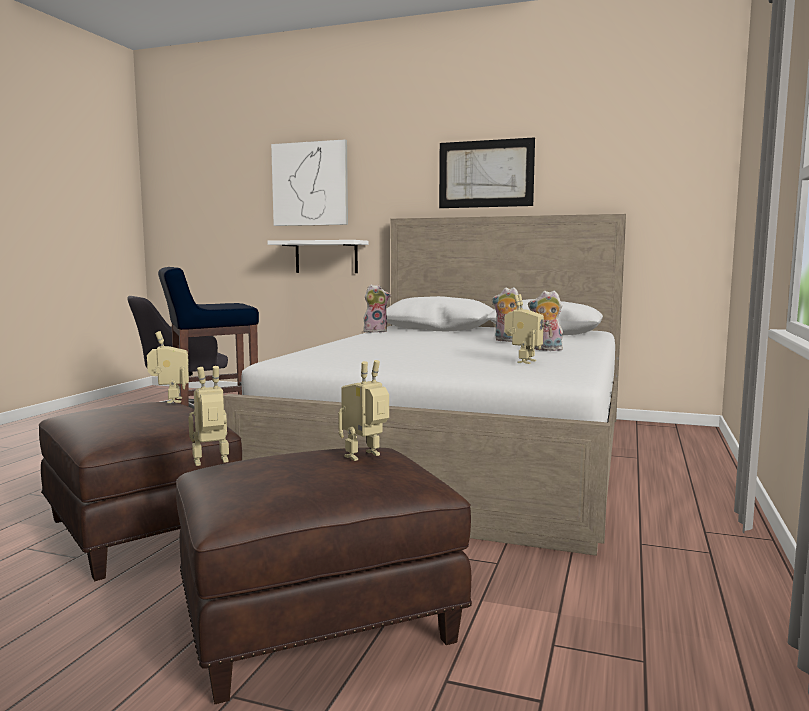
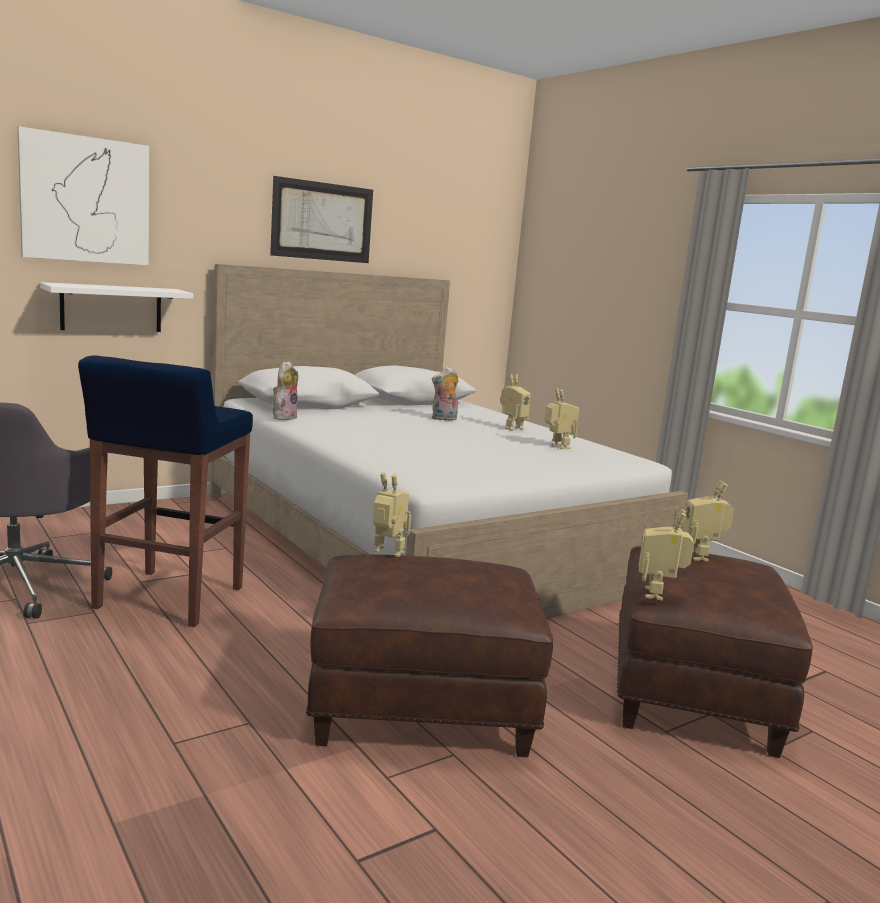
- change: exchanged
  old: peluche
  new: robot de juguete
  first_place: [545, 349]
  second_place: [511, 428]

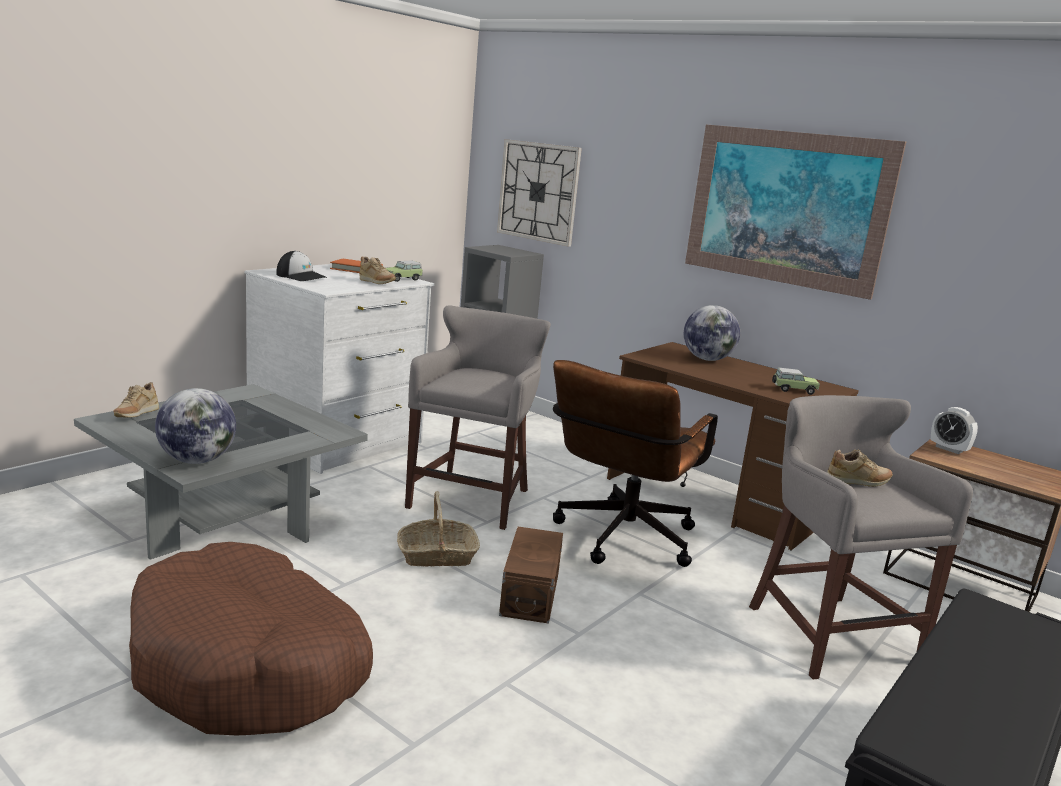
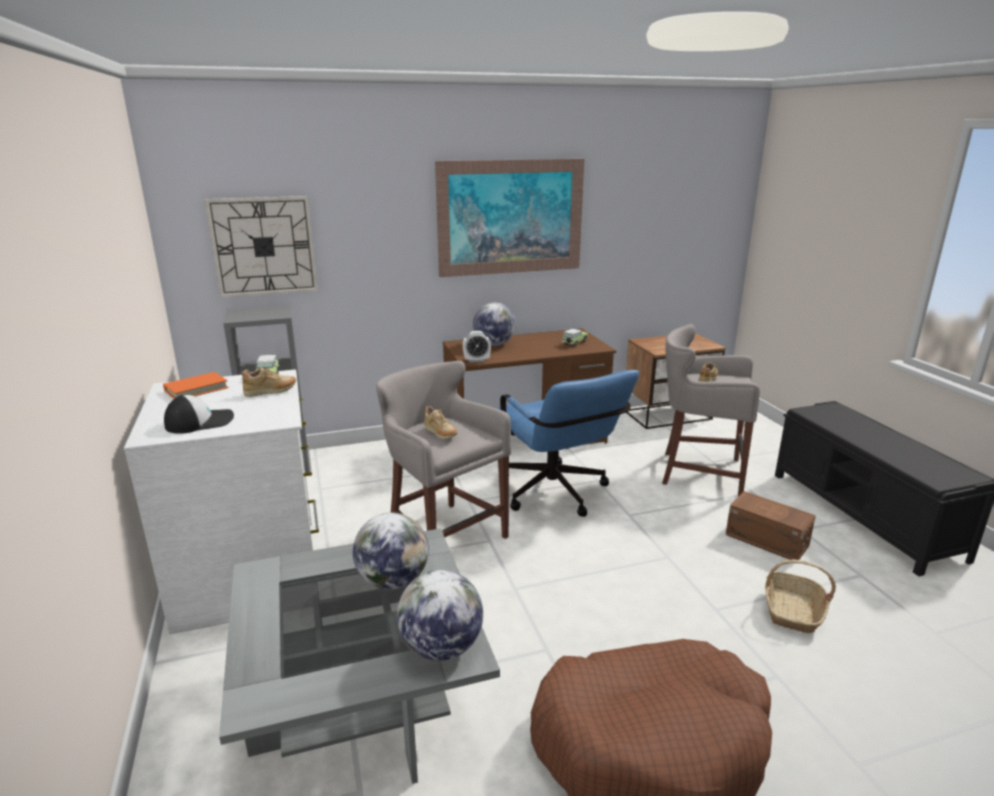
- change: relocated
  old: zapato [beis]
  first_place: [135, 415]
  second_place: [440, 434]
- change: relocated
  old: cesta
  first_place: [437, 555]
  second_place: [792, 611]
- change: relocated
  old: caja de almacenaje [marrón]
  first_place: [528, 594]
  second_place: [767, 541]
- change: colour
  old: silla de oficina [marrón]
  new: silla de oficina [azul]
  first_place: [620, 541]
  second_place: [557, 495]
- change: relocated
  old: despertador
  first_place: [949, 449]
  second_place: [476, 360]
- change: appeared
  new: globo terráqueo
  second_place: [393, 581]

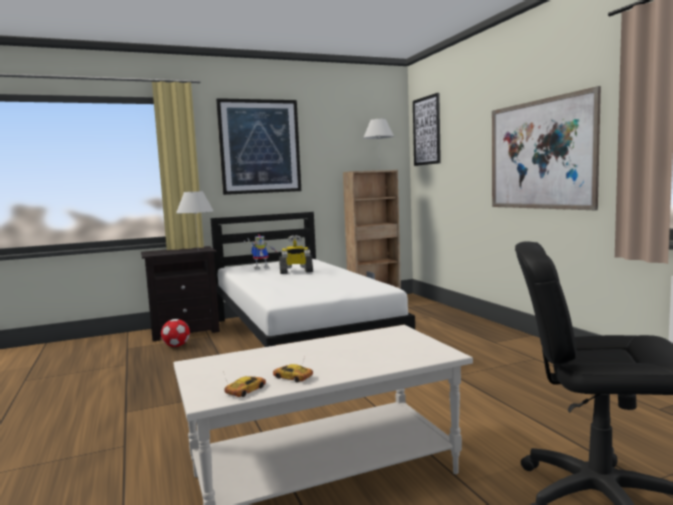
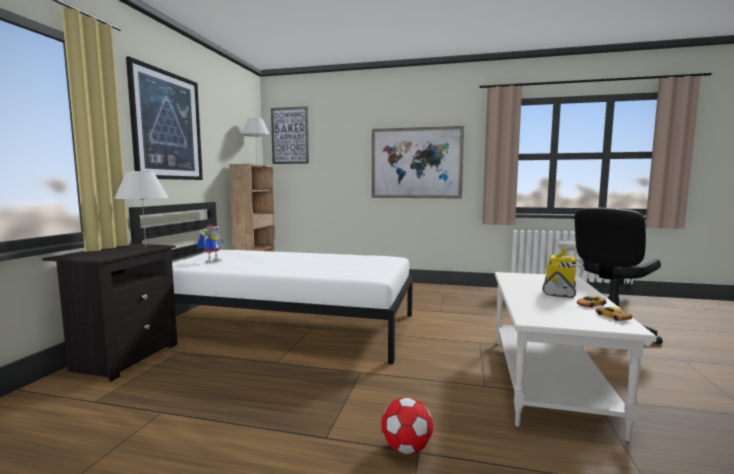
- change: relocated
  old: balón de fútbol
  first_place: [176, 346]
  second_place: [406, 448]
- change: relocated
  old: robot de juguete
  first_place: [296, 272]
  second_place: [560, 291]

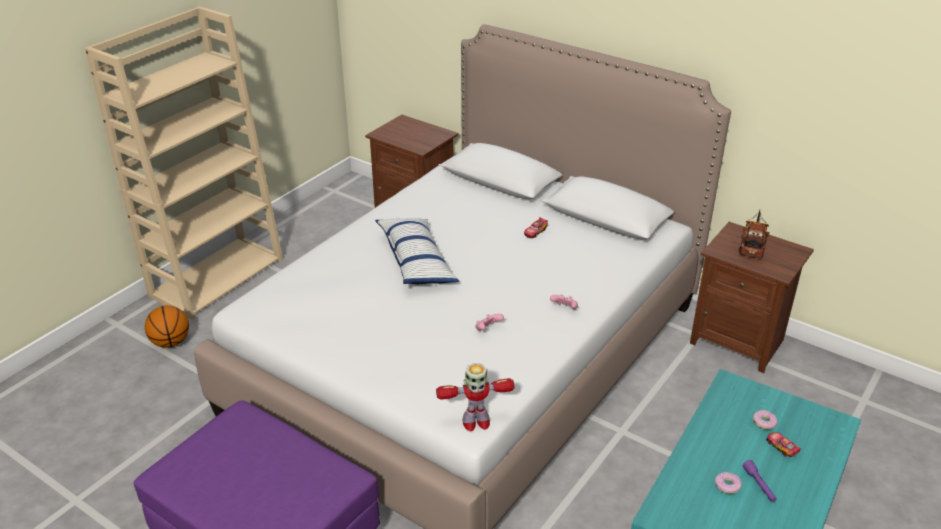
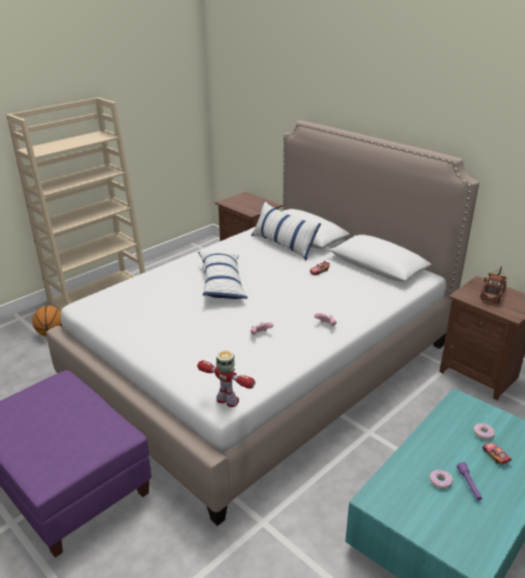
- change: spun
  old: robot de juguete
  first_place: [475, 422]
  second_place: [228, 401]
  degrees: -150
- change: appeared
  new: cojín
  second_place: [283, 245]

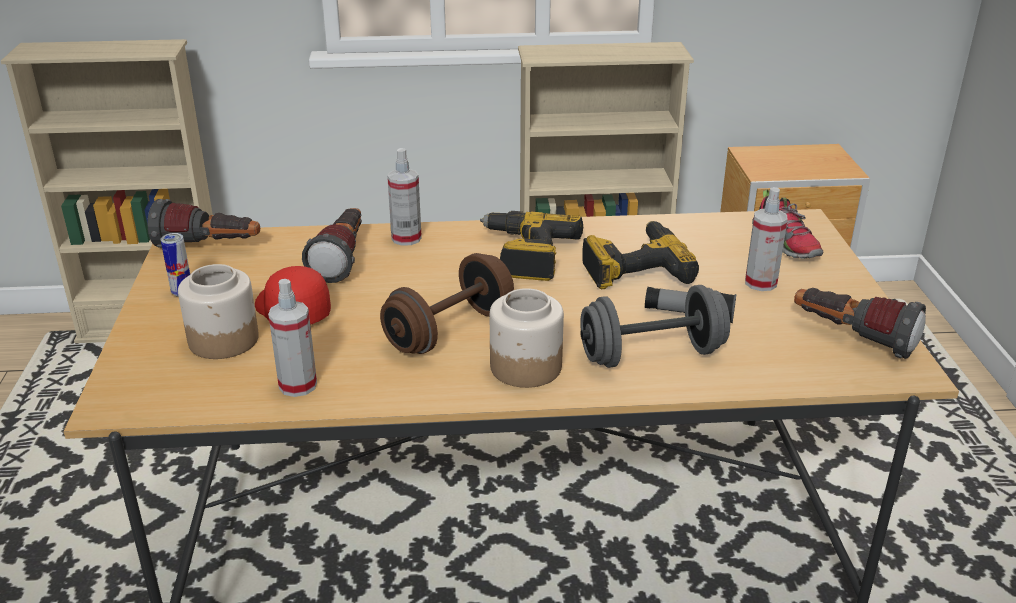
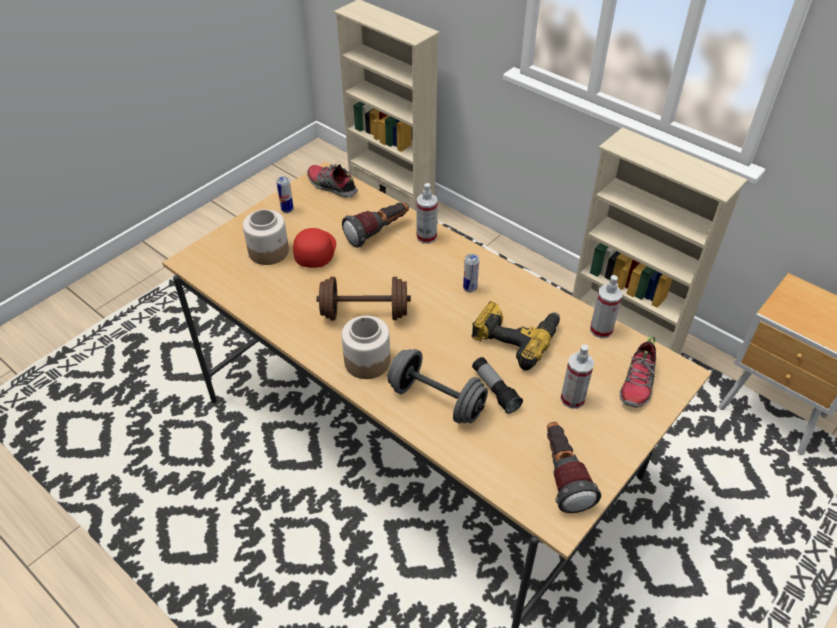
- change: exchanged
  old: linterna
  new: zapato
  first_place: [209, 247]
  second_place: [331, 186]
- change: relocated
  old: pulverizador
  first_place: [298, 385]
  second_place: [601, 330]
- change: exchanged
  old: taladro
  new: lata
  first_place: [525, 255]
  second_place: [470, 288]

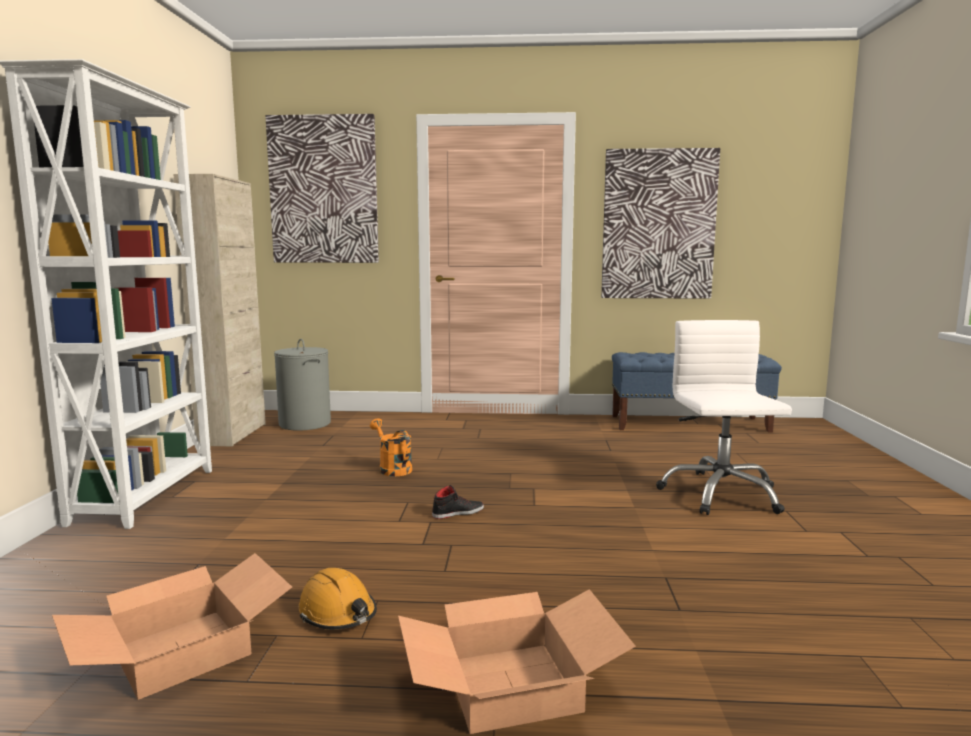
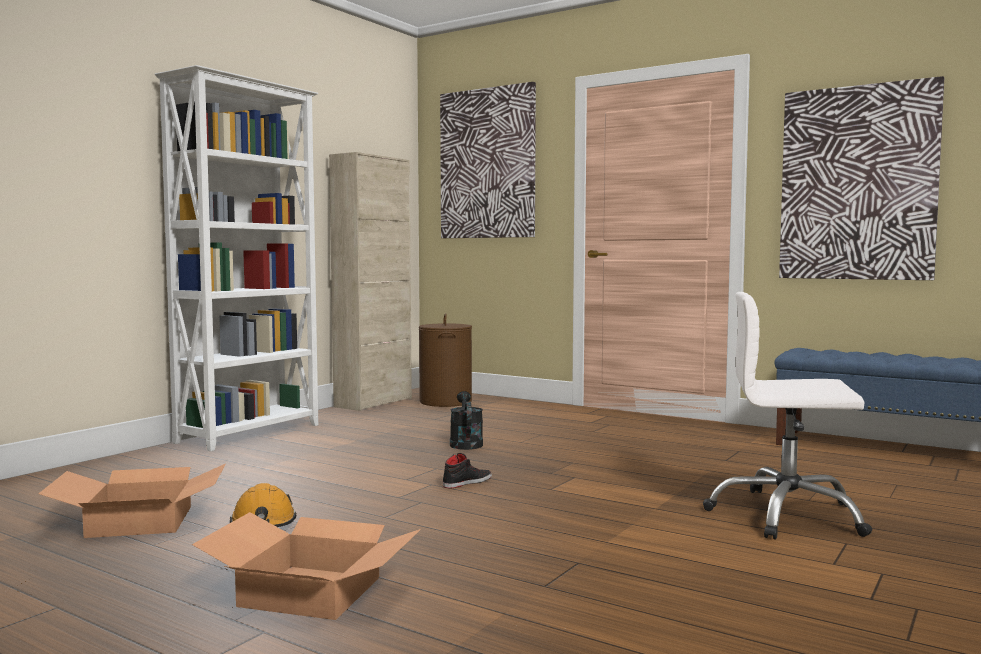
- change: colour
  old: cesto de la ropa [gris]
  new: cesto de la ropa [marrón]
  first_place: [304, 423]
  second_place: [445, 402]
- change: colour
  old: regadera [naranja]
  new: regadera [negro]
  first_place: [392, 468]
  second_place: [465, 443]
- change: spun
  old: zapato [negro]
  first_place: [457, 513]
  second_place: [467, 482]
  degrees: -45
- change: spun
  old: silla de oficina [blanco]
  first_place: [720, 494]
  second_place: [786, 515]
  degrees: -105

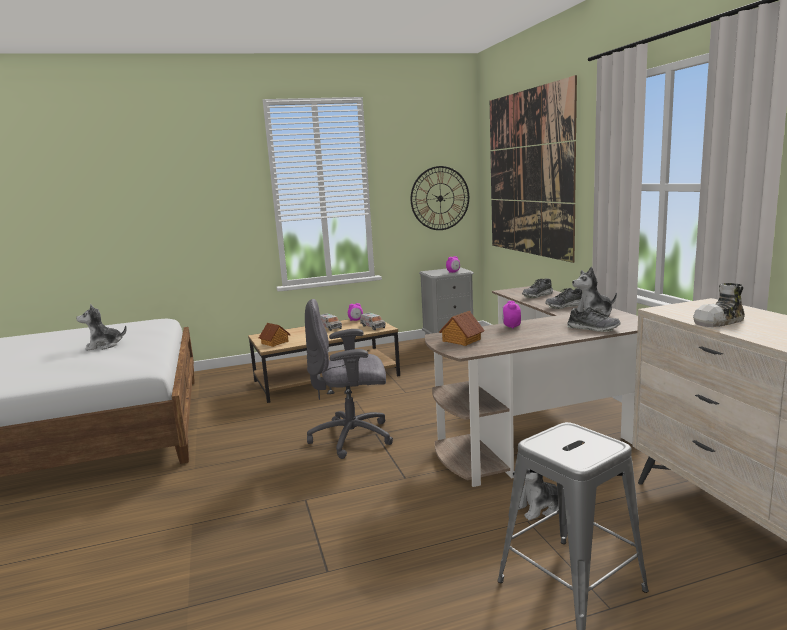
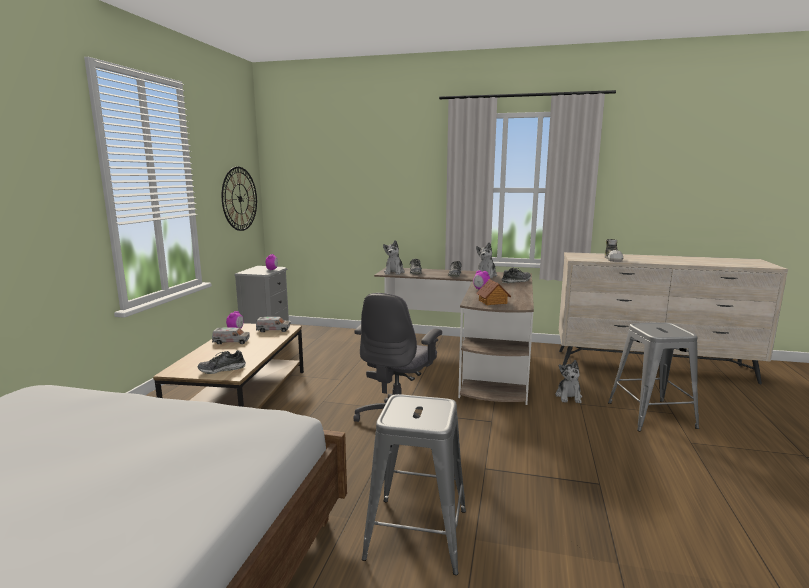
- change: relocated
  old: peluche
  first_place: [103, 346]
  second_place: [394, 272]
- change: exchanged
  old: casita
  new: zapato
  first_place: [275, 342]
  second_place: [222, 369]
- change: missing
  old: cuadro
  first_place: [528, 173]
- change: appeared
  new: taburete [gris]
  second_place: [417, 534]

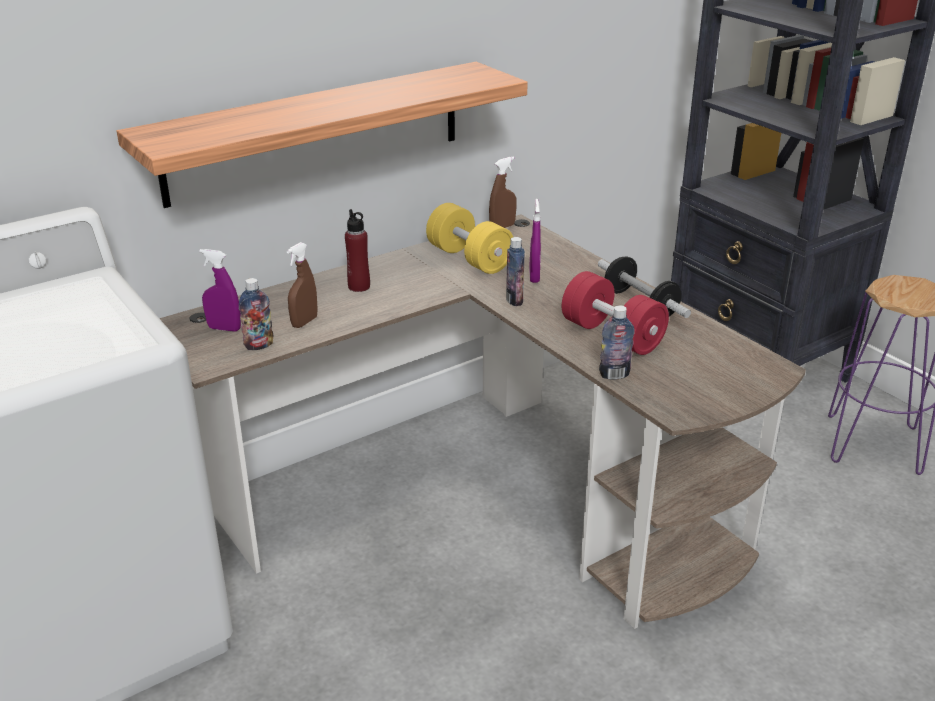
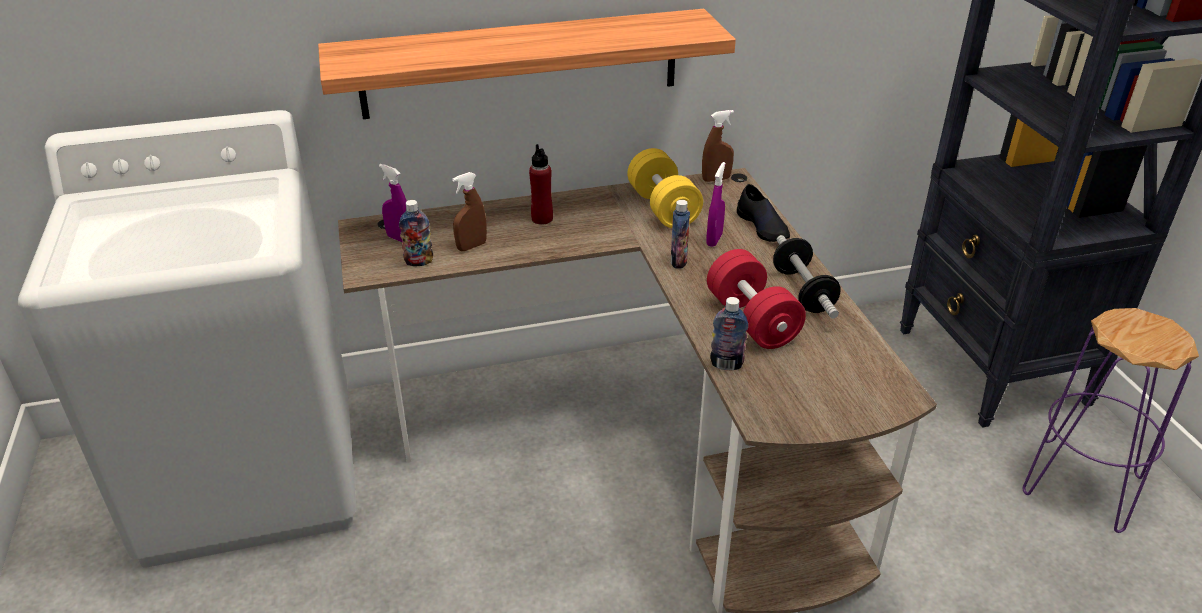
- change: appeared
  new: zapato [negro]
  second_place: [763, 226]

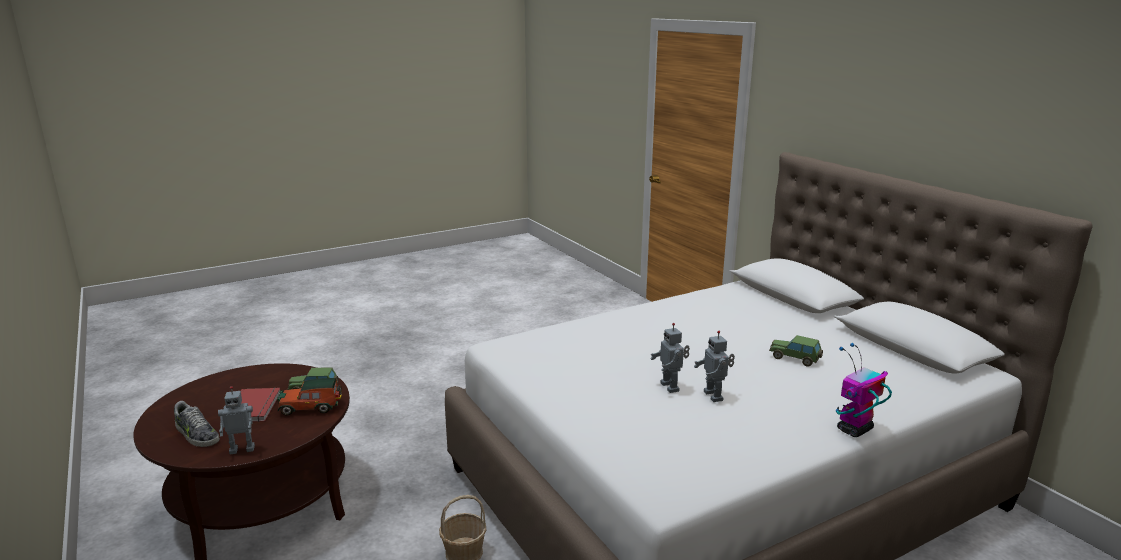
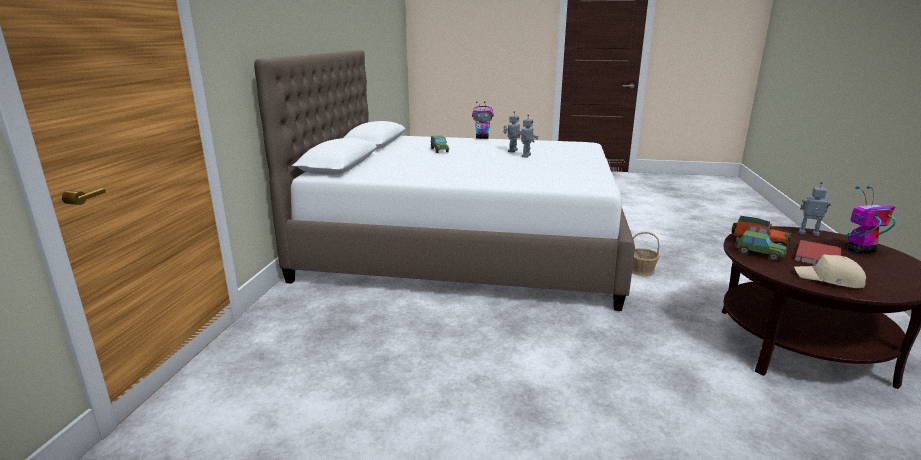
- change: exchanged
  old: zapato
  new: robot de juguete
  first_place: [196, 435]
  second_place: [859, 250]
- change: appeared
  new: gorra [beis]
  second_place: [829, 279]

